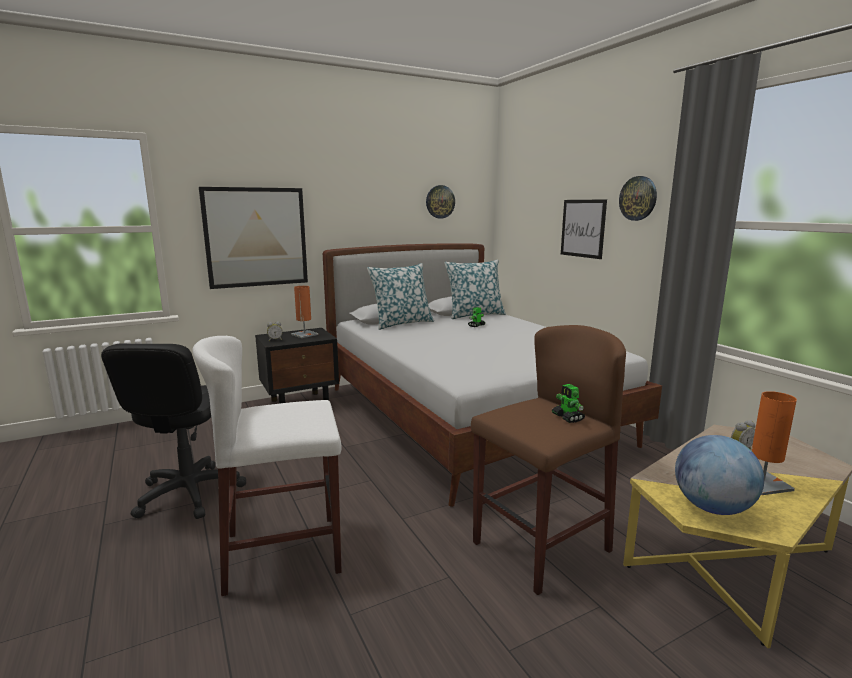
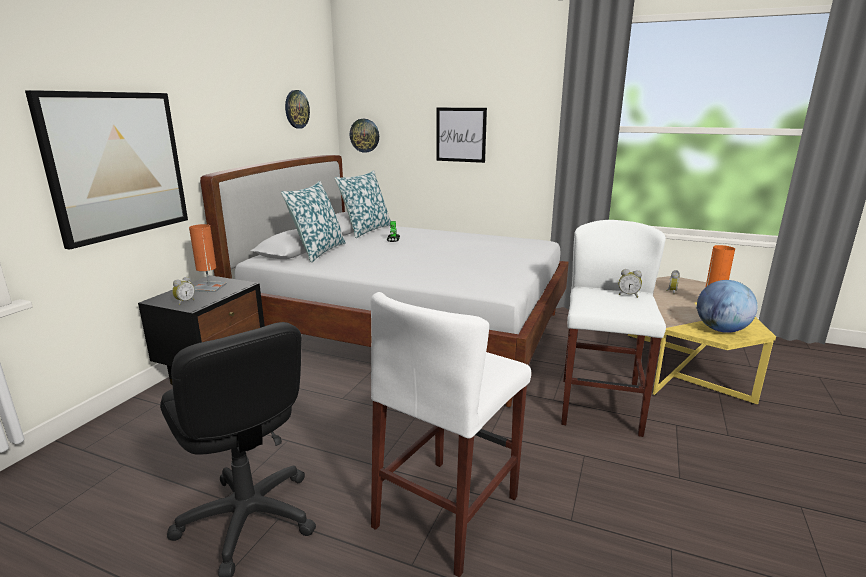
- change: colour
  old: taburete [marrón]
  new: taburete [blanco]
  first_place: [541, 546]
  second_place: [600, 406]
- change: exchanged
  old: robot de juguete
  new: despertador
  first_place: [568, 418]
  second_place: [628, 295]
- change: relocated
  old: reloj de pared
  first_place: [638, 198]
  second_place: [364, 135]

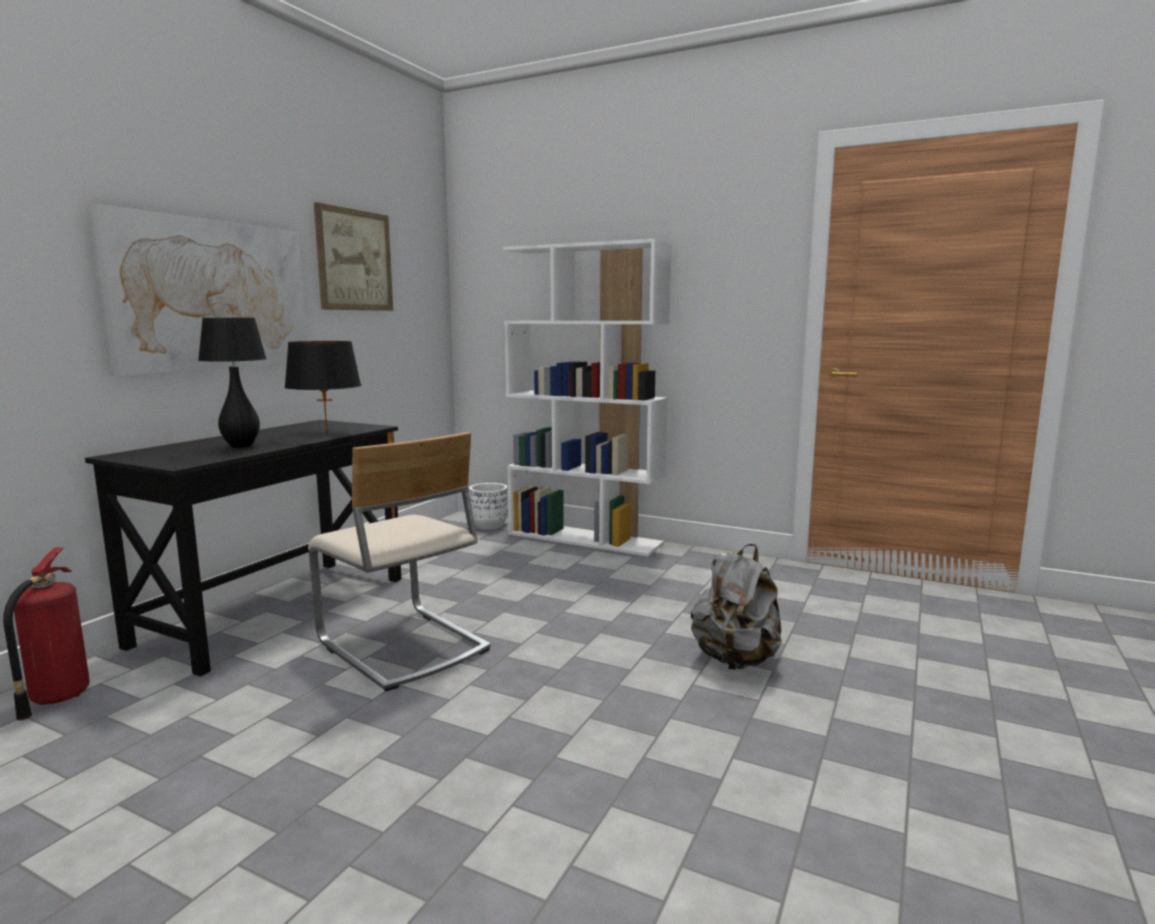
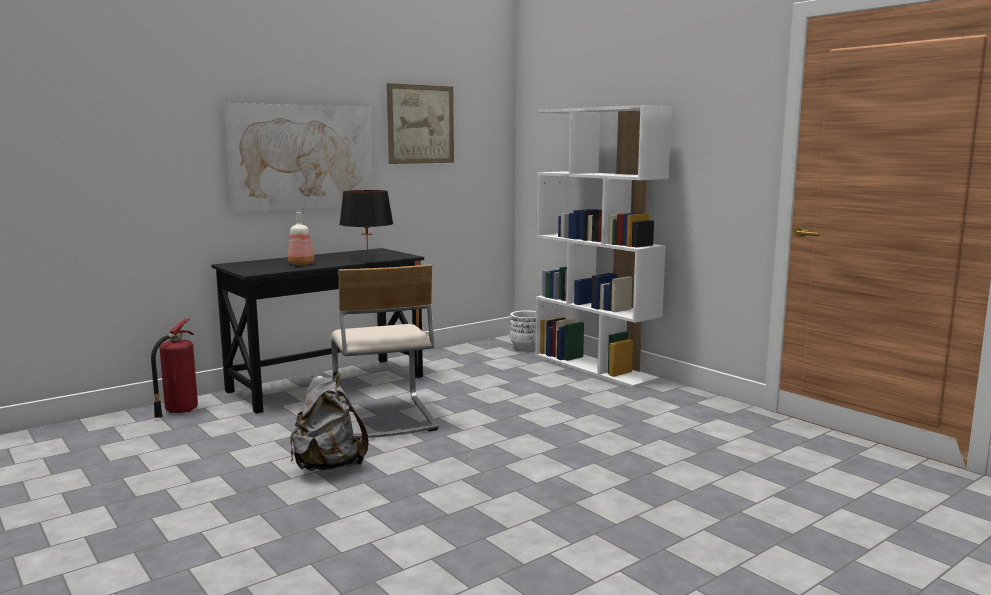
- change: exchanged
  old: lámpara de mesa [negro]
  new: botella
  first_place: [241, 446]
  second_place: [302, 264]
- change: relocated
  old: mochila [gris]
  first_place: [735, 660]
  second_place: [328, 466]

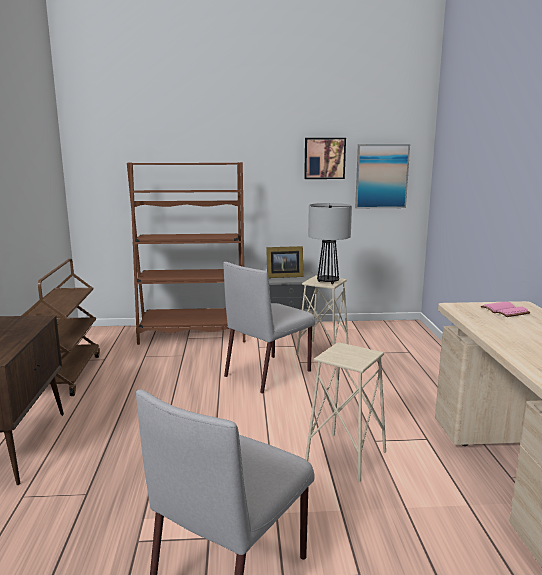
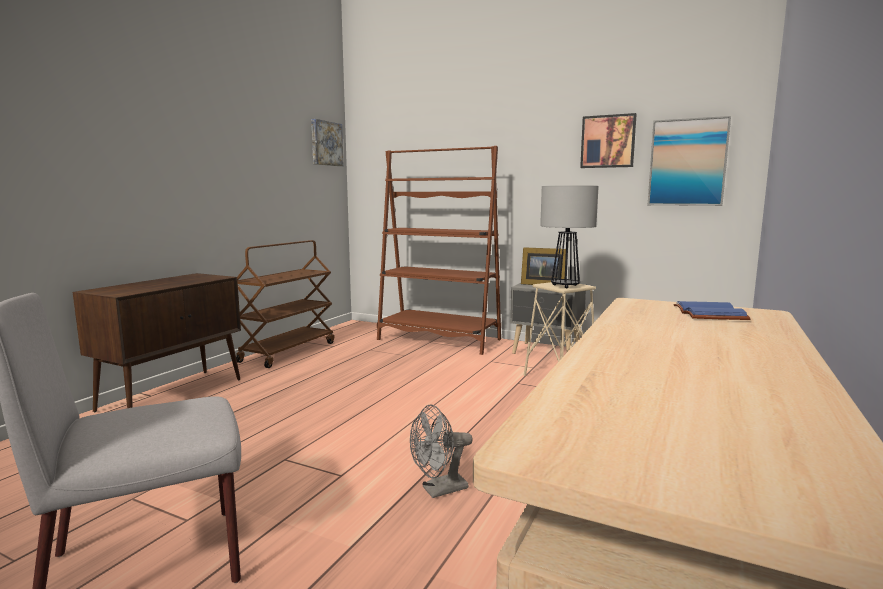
- change: missing
  old: silla [gris]
  first_place: [269, 373]
- change: exchanged
  old: taburete [beis]
  new: ventilador [gris]
  first_place: [346, 457]
  second_place: [439, 490]
- change: colour
  old: libro [rosa]
  new: libro [azul]
  first_place: [506, 311]
  second_place: [711, 314]
- change: appeared
  new: cuadro
  second_place: [325, 143]

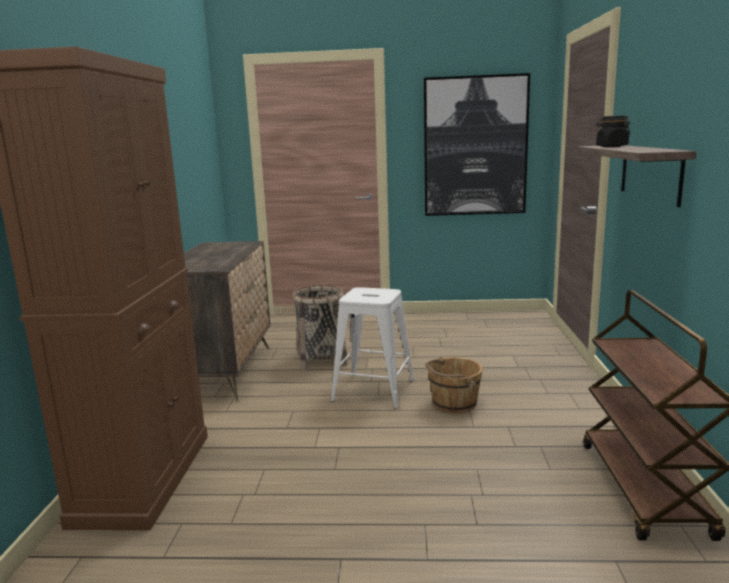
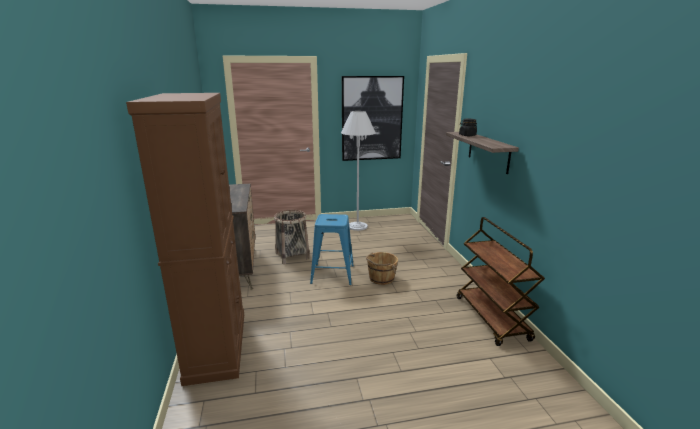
- change: colour
  old: taburete [blanco]
  new: taburete [azul]
  first_place: [373, 391]
  second_place: [332, 274]
- change: appeared
  new: lámpara de pie [blanco]
  second_place: [357, 226]

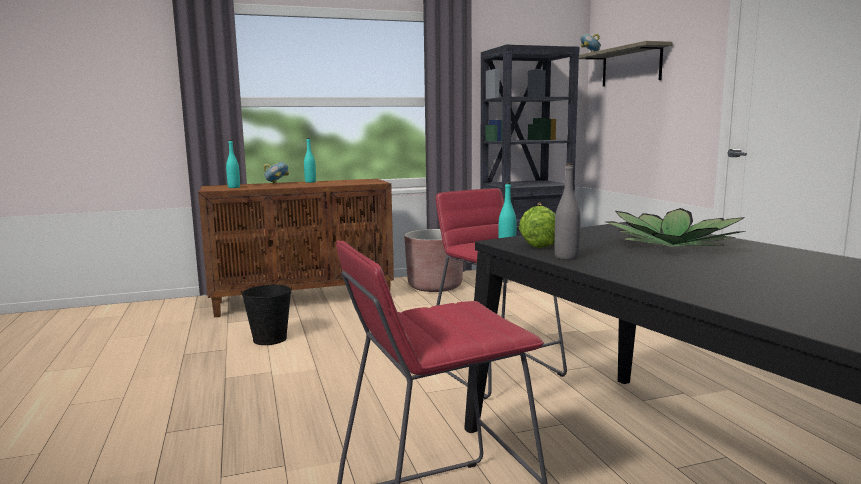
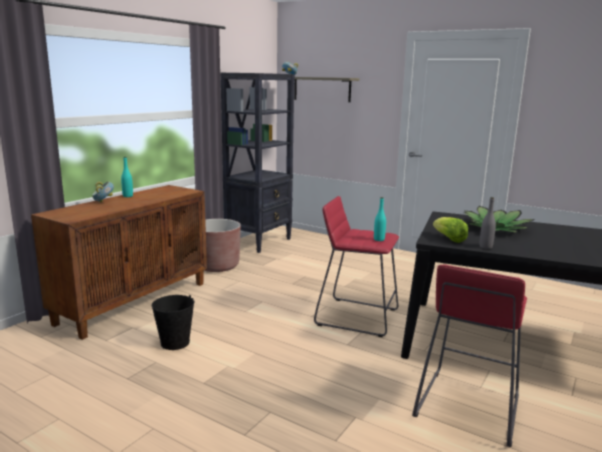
- change: missing
  old: botella [turquesa]
  first_place: [234, 187]

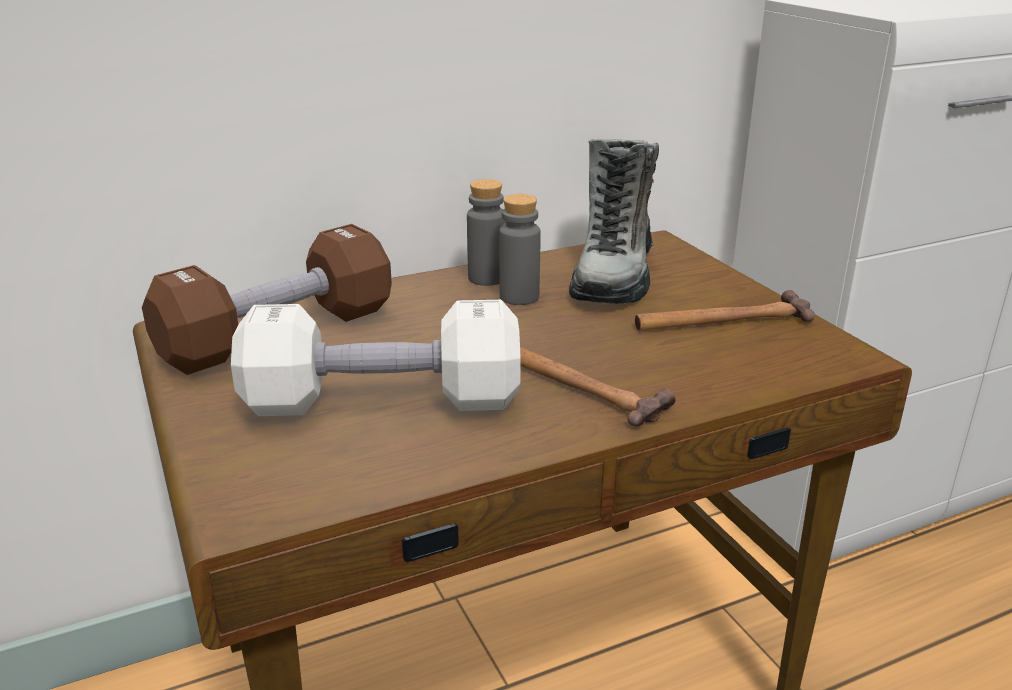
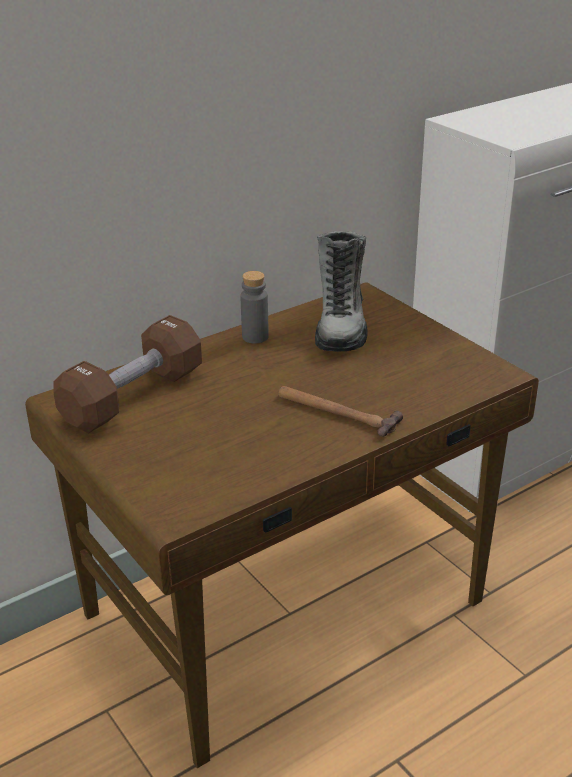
- change: missing
  old: mancuerna [blanco]
  first_place: [383, 402]
- change: missing
  old: botella [gris]
  first_place: [519, 297]
- change: missing
  old: martillo
  first_place: [722, 320]

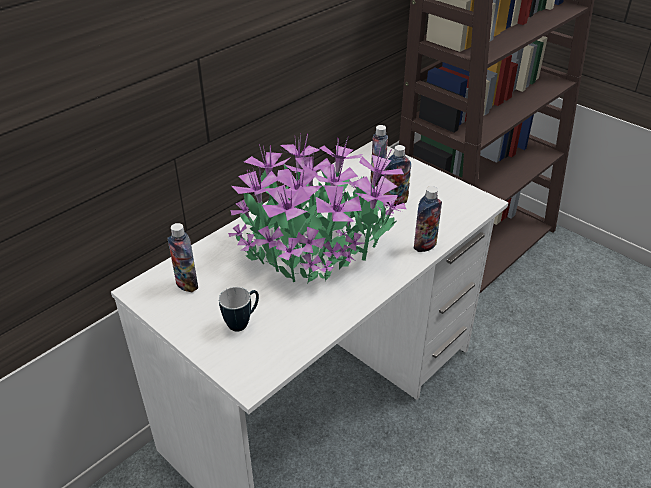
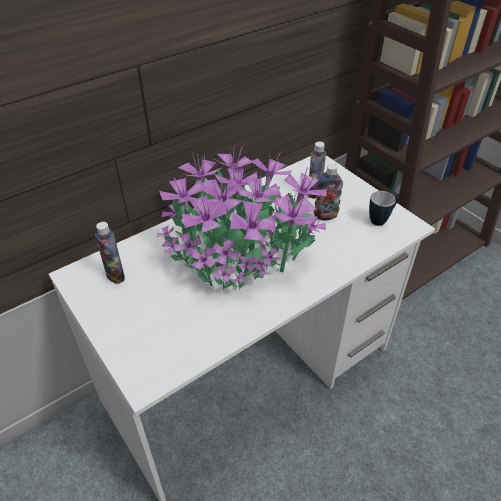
- change: relocated
  old: taza grande
  first_place: [242, 322]
  second_place: [381, 220]
- change: missing
  old: botella
  first_place: [425, 246]

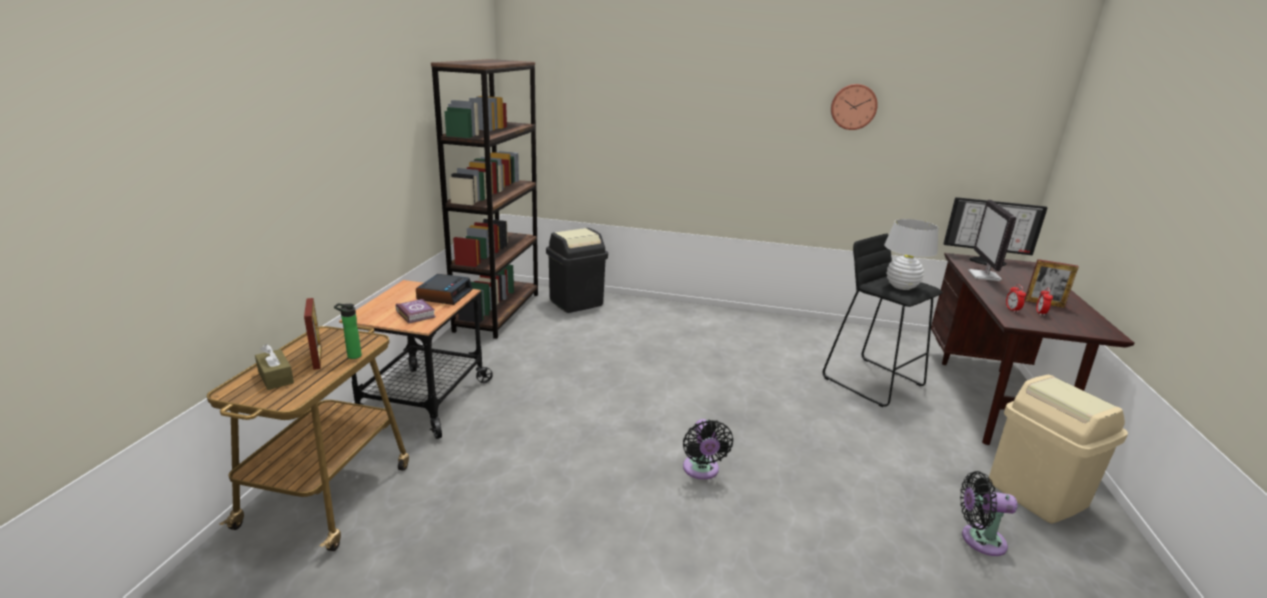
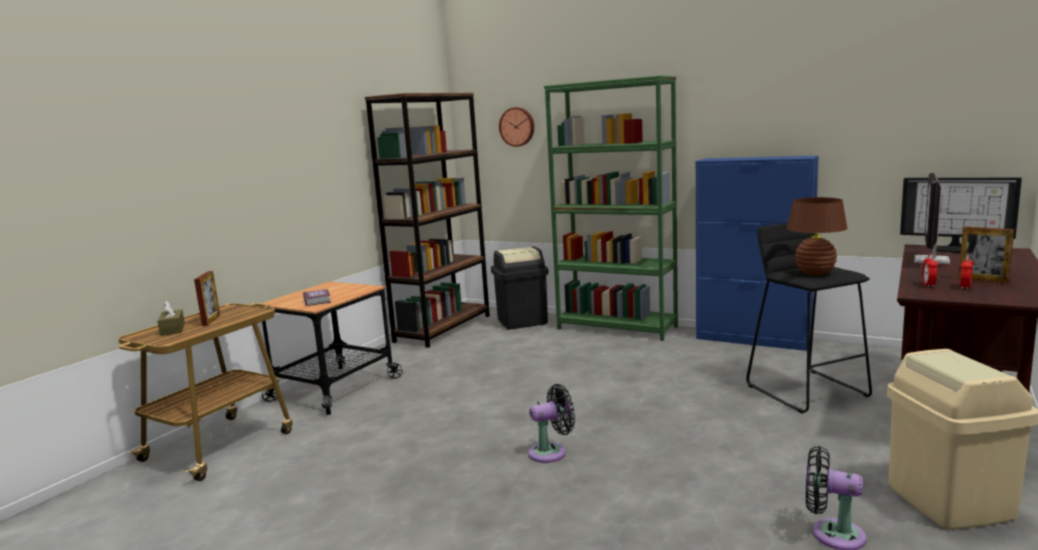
- change: missing
  old: botella
  first_place: [352, 356]
- change: missing
  old: despertador
  first_place: [444, 295]
- change: spun
  old: ventilador [negro]
  first_place: [701, 470]
  second_place: [551, 452]
  degrees: -120
- change: relocated
  old: reloj de pared
  first_place: [853, 106]
  second_place: [517, 127]
- change: colour
  old: lámpara de mesa [blanco]
  new: lámpara de mesa [marrón]
  first_place: [901, 287]
  second_place: [815, 273]
- change: appeared
  new: estantería [verde]
  second_place: [617, 327]
- change: appeared
  new: armario [azul]
  second_place: [753, 339]

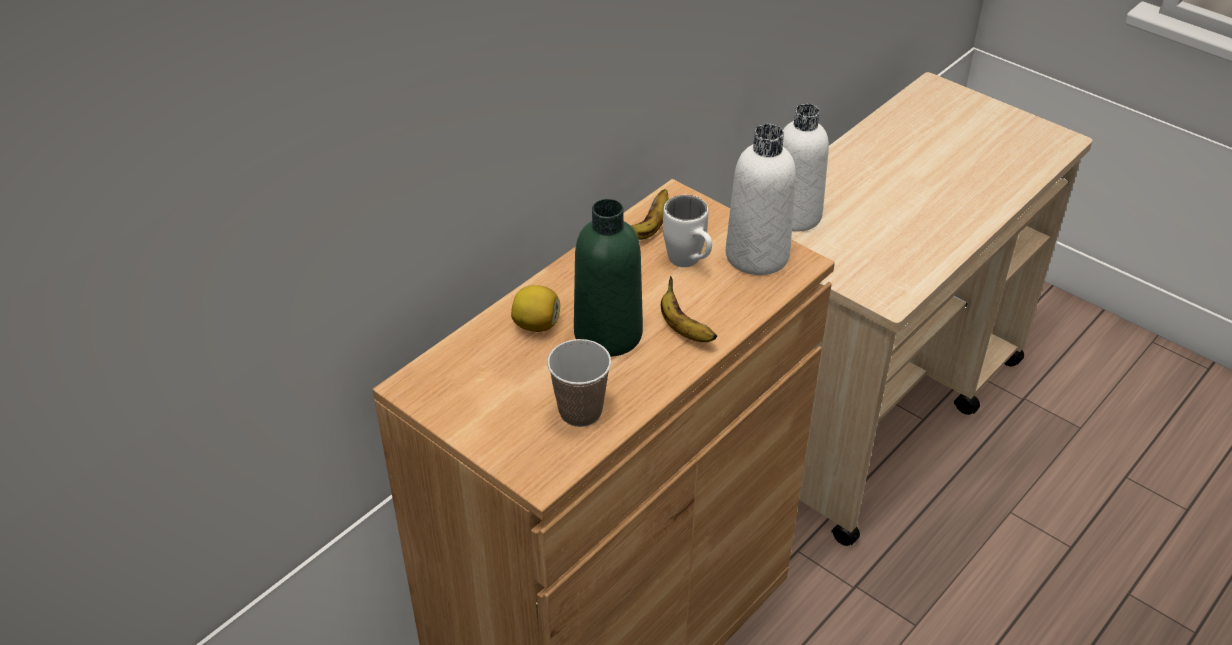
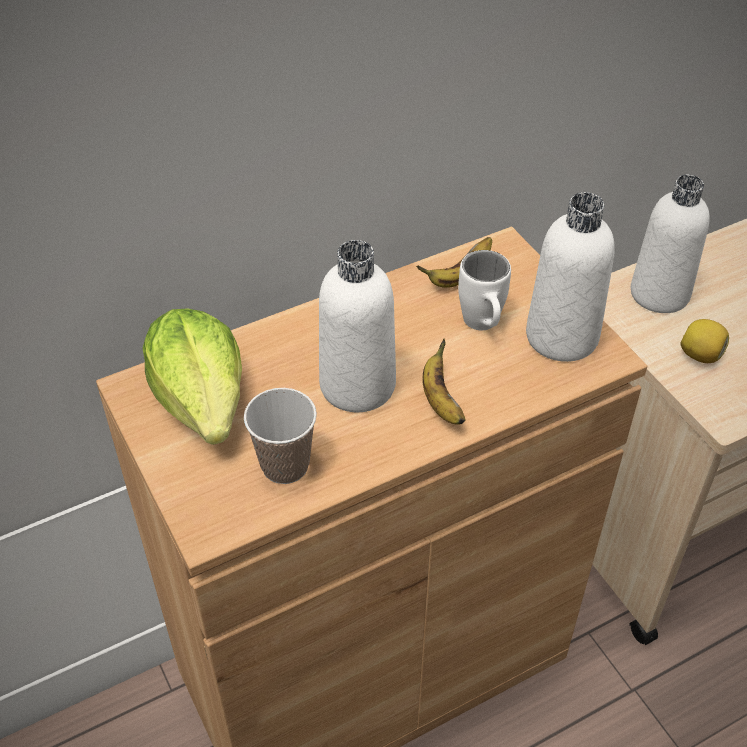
- change: relocated
  old: limón
  first_place: [536, 325]
  second_place: [700, 355]
- change: colour
  old: botella [verde]
  new: botella [blanco]
  first_place: [608, 334]
  second_place: [357, 385]
- change: appeared
  new: lechuga
  second_place: [203, 401]

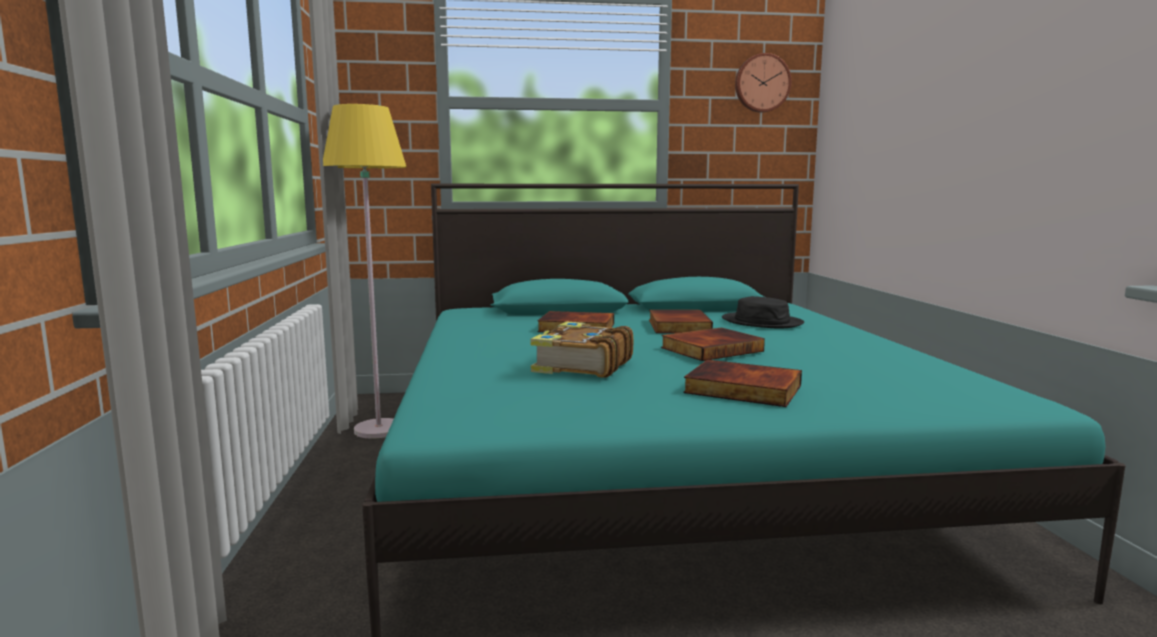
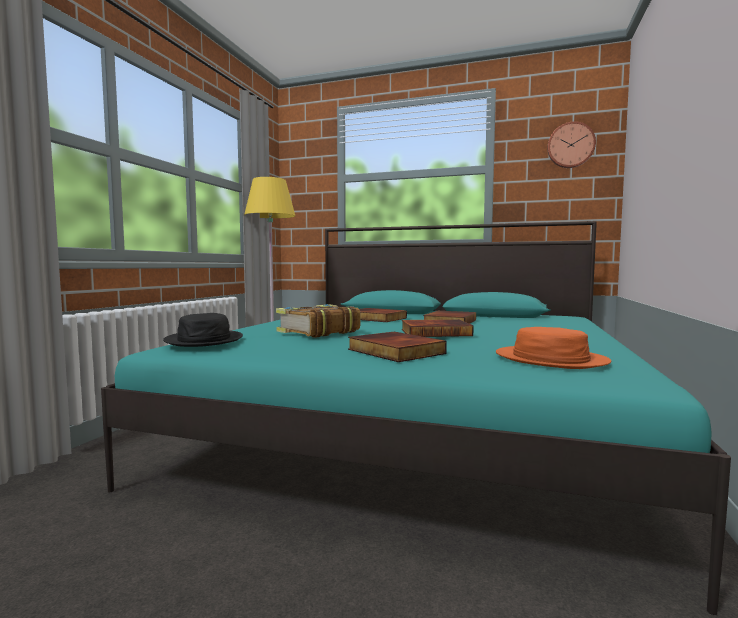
- change: relocated
  old: sombrero [negro]
  first_place: [762, 322]
  second_place: [204, 340]
- change: appeared
  new: sombrero [naranja]
  second_place: [550, 359]

